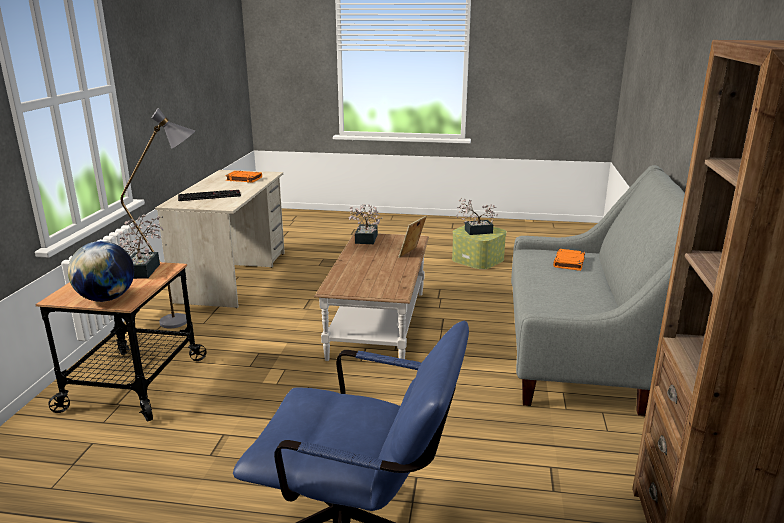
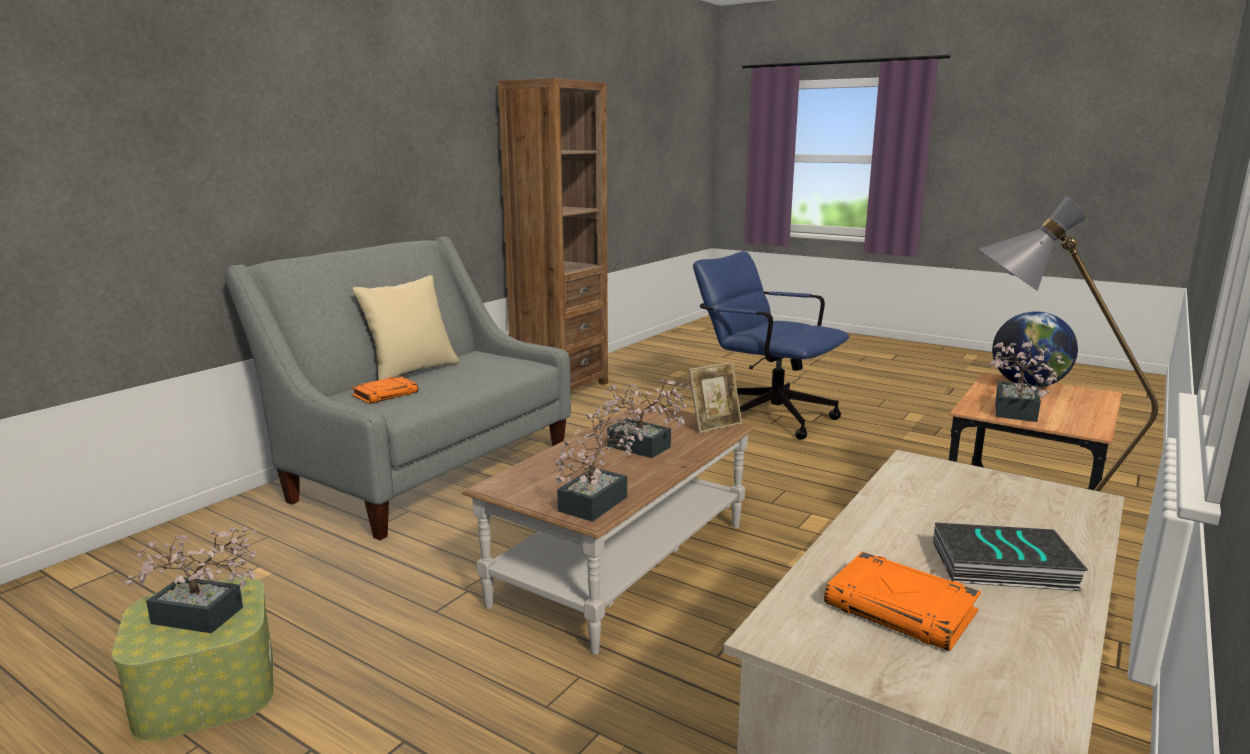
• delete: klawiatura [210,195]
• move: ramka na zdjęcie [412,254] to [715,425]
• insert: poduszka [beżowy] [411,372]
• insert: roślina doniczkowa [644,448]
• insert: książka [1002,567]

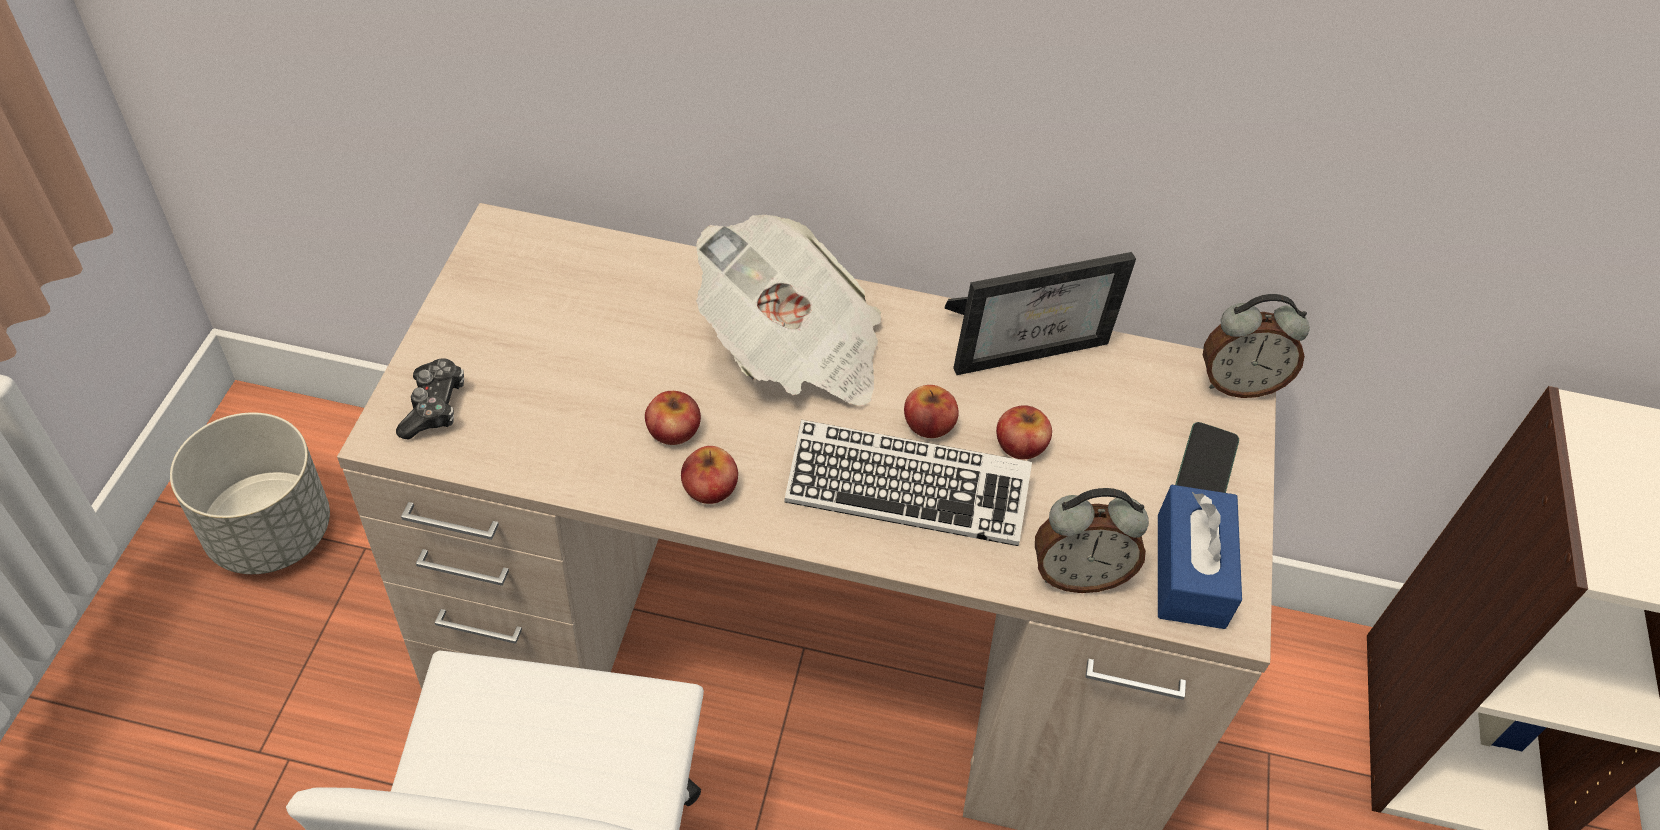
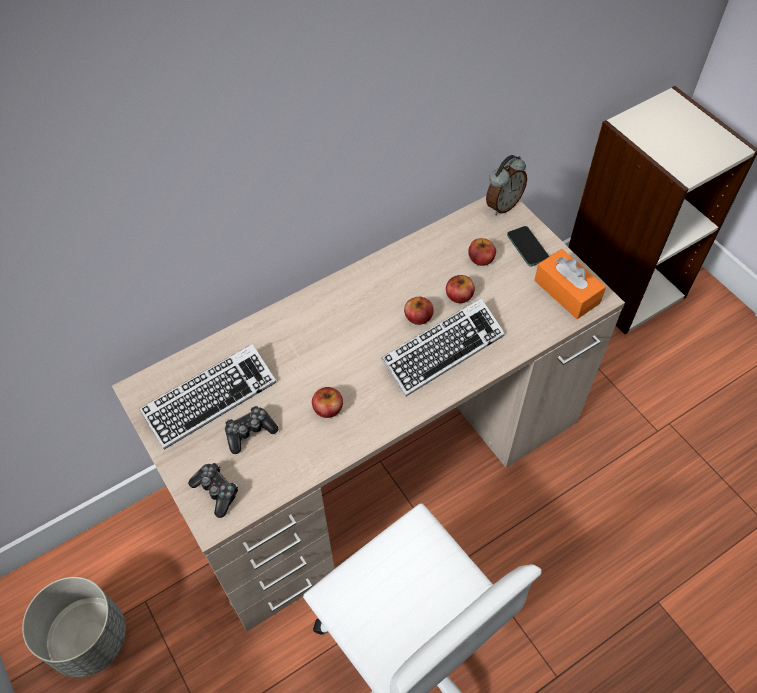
• move: jabłko [709,487] to [481,258]
• delete: gazeta [792,348]
• delete: ramka na zdjęcie [1028,343]
• delete: budzik [1078,575]
• recolor: pudełko chusteczek [niebieski] [1190,570] to pudełko chusteczek [pomarańczowy] [566,292]
• insert: klawiatura [210,399]
• insert: pad do gier [250,432]

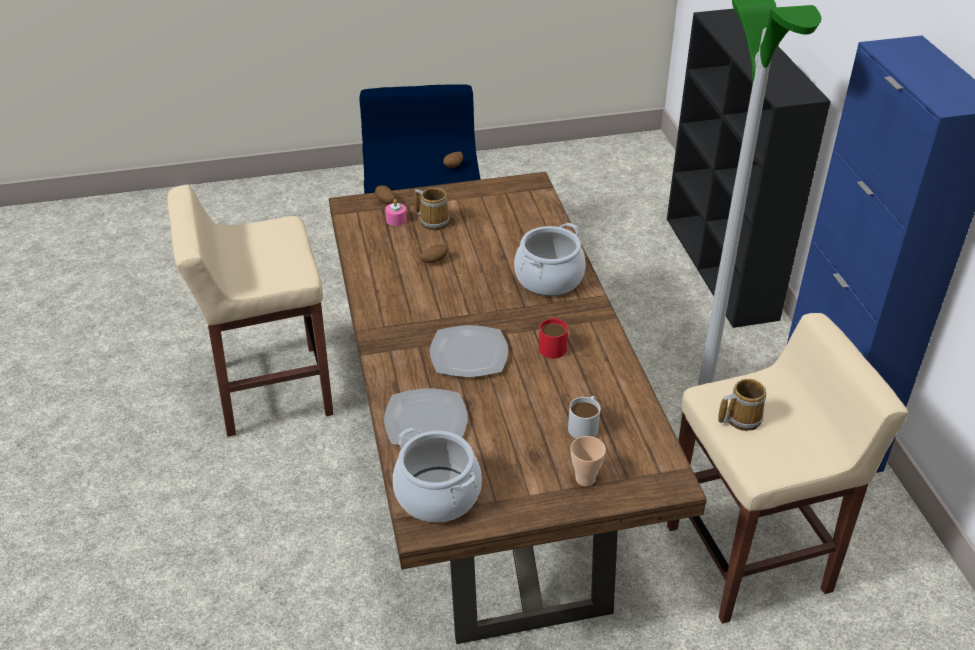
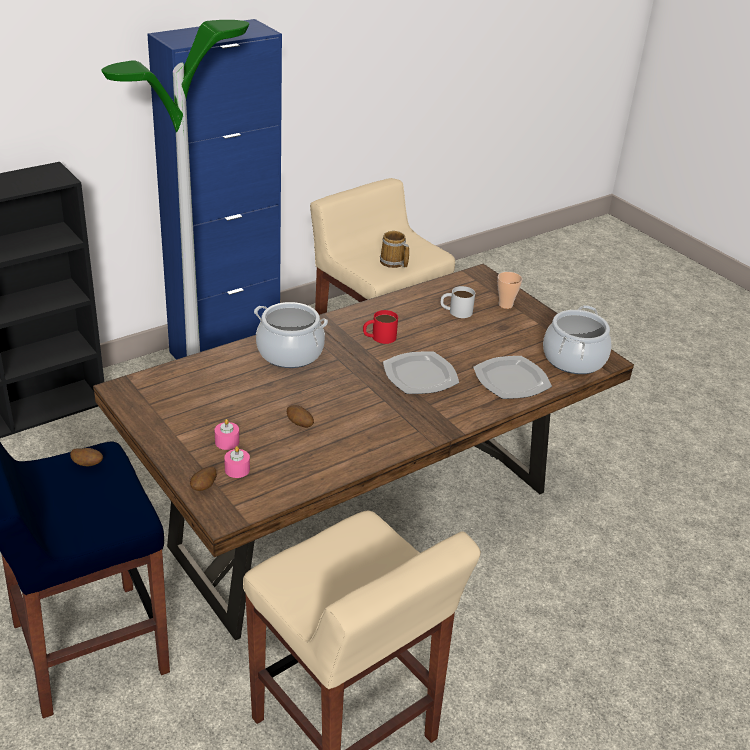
• replace: kubek [433,221] to świeca [różowy] [227,442]

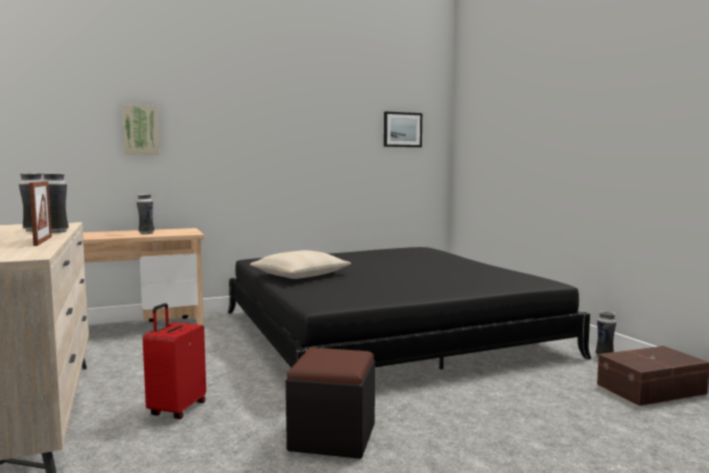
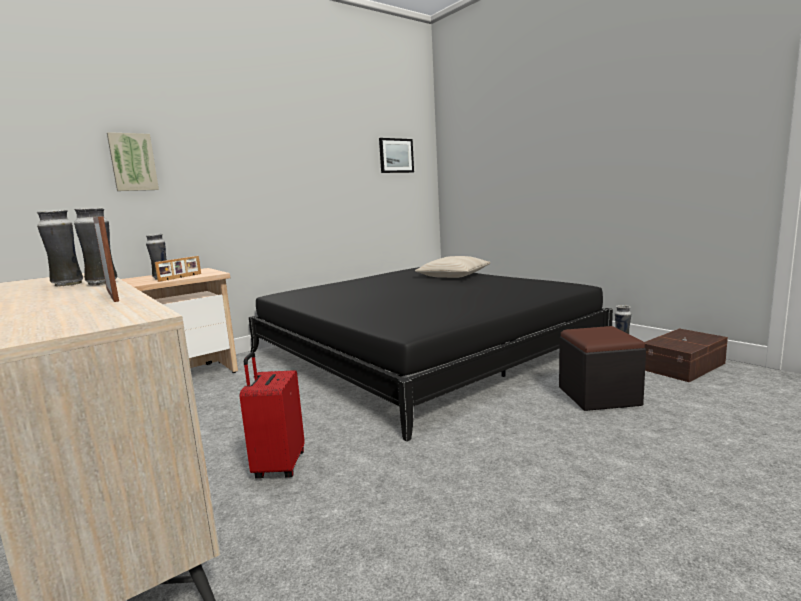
• move: poduszka [beżowy] [300,275] to [453,275]
• move: pufa [czarny] [332,437] to [598,396]
• insert: ramka na zdjęcie [180,277]

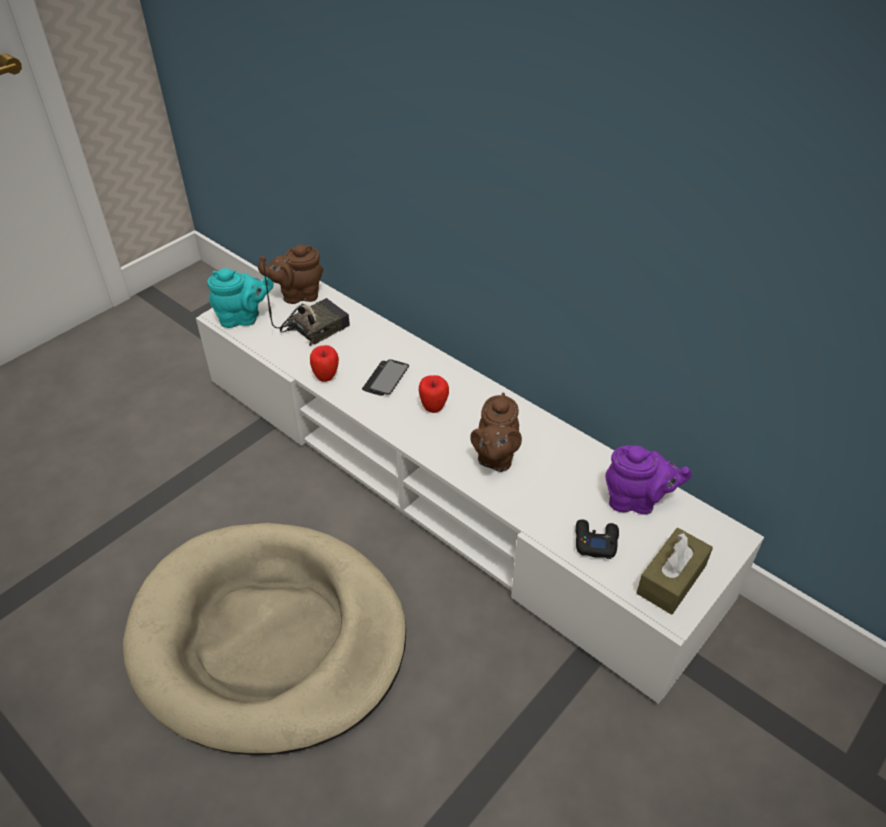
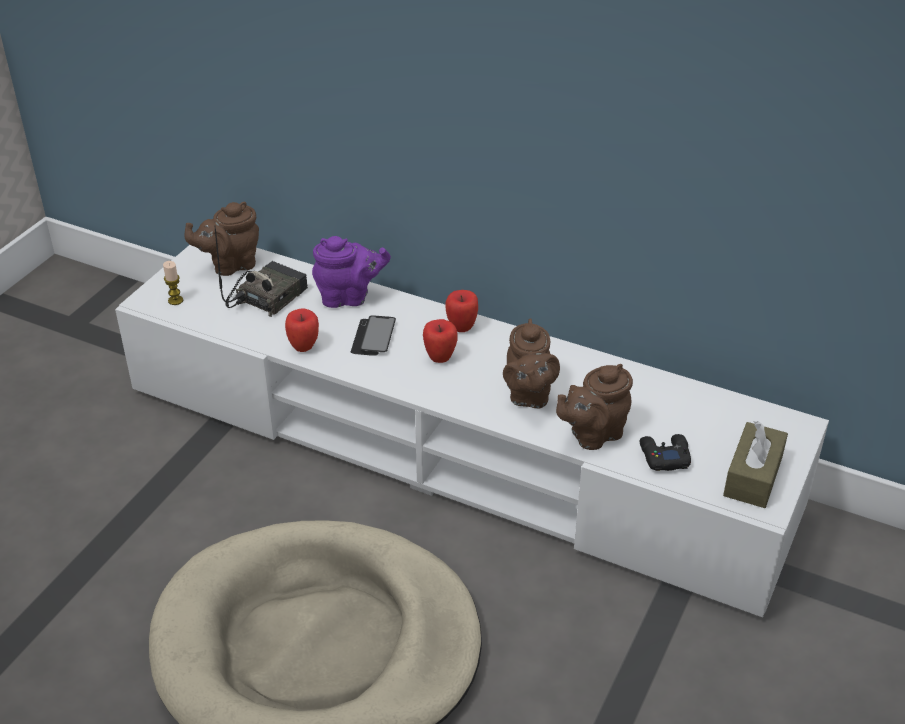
• replace: imbryk [turkusowy] [243,318] to świeca [175,300]
• move: imbryk [fioletowy] [636,501] to [349,297]
• insert: jabłko [461,327]
• insert: imbryk [brązowy] [592,434]

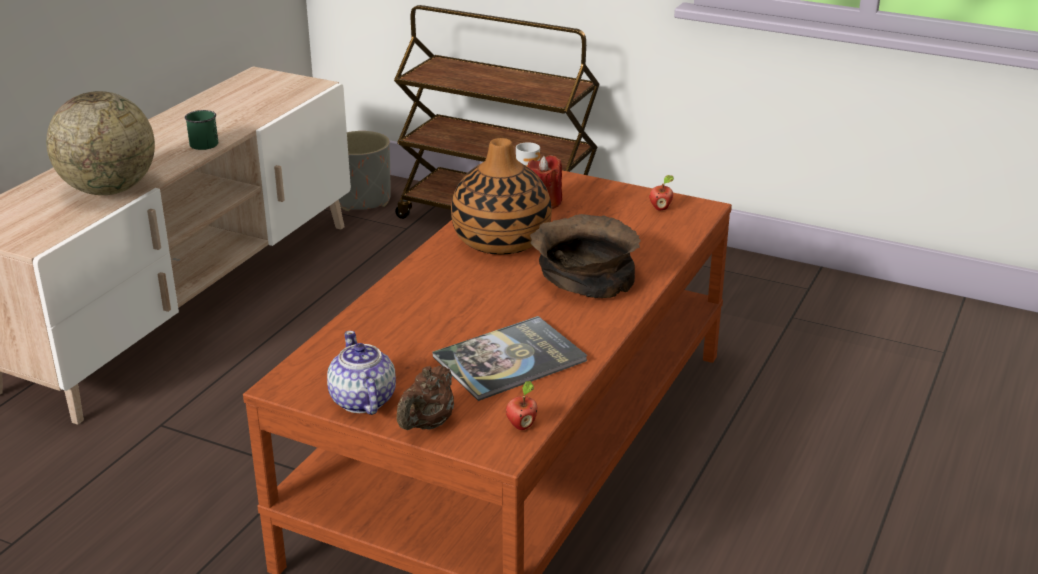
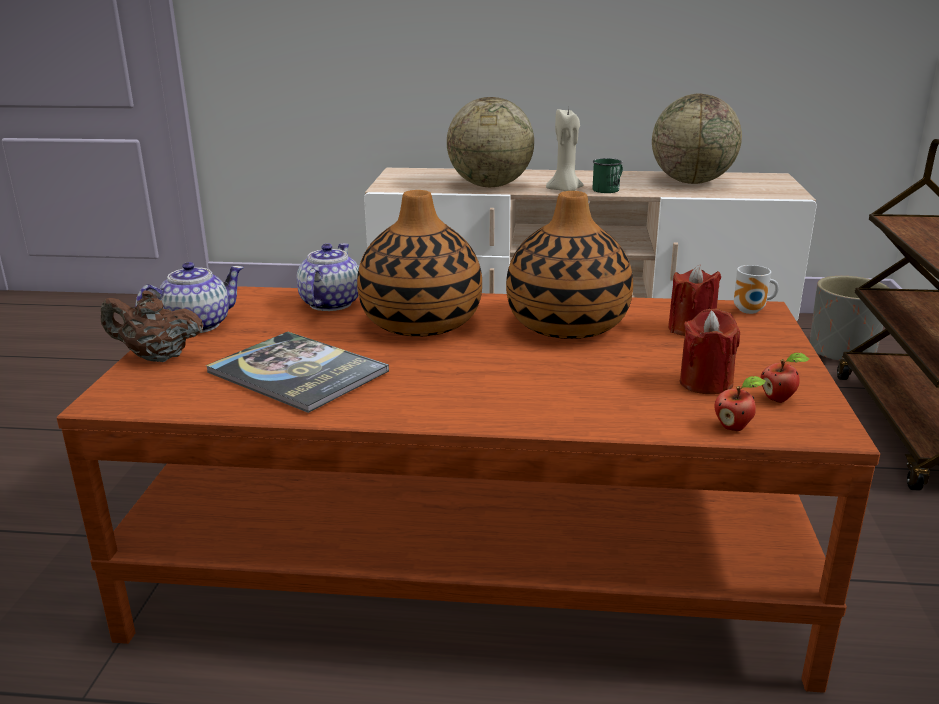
• move: jabłko [521,425] to [734,427]
• delete: miska [brązowy] [585,277]
• insert: imbryk [330,304]
• insert: wazon [420,322]
• insert: świeca [beżowy] [565,190]
• insert: globus [692,182]
• insert: świeca [czerwony] [705,383]

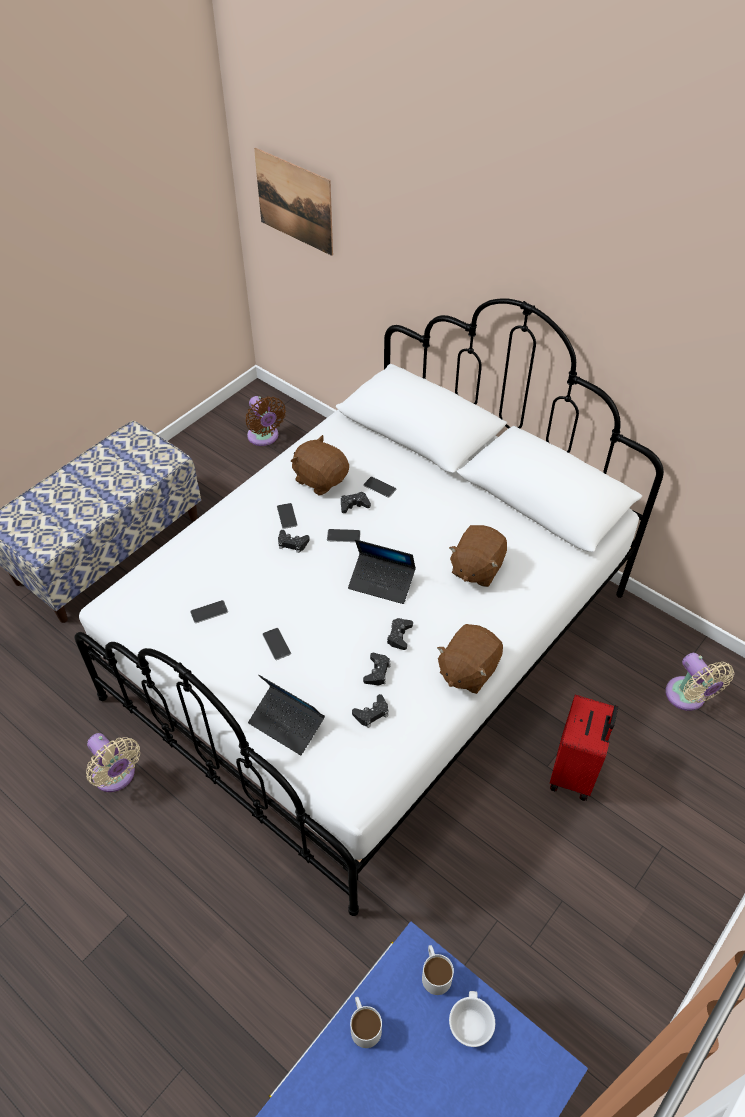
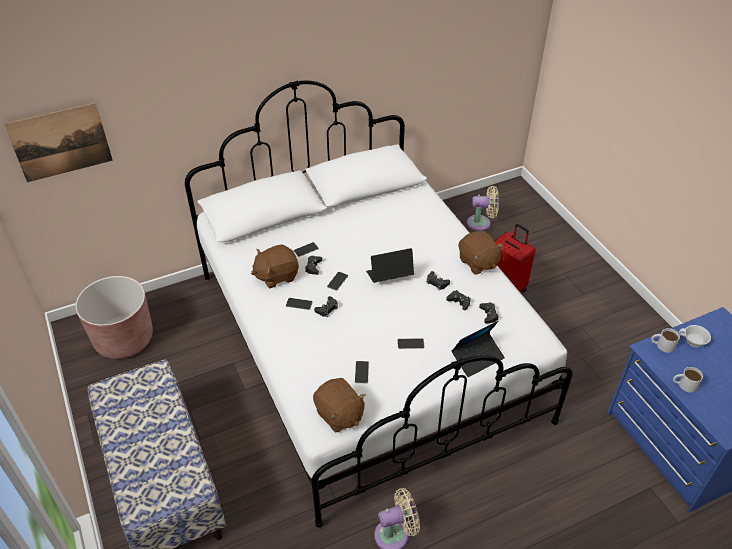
• replace: wentylator [brązowy] [264,437] to donica [brązowy] [124,339]
• rotate: laptop [382,582] = [389,276] 150 degrees counterclockwise
• move: pluszak [brązowy] [476,568] to [339,415]

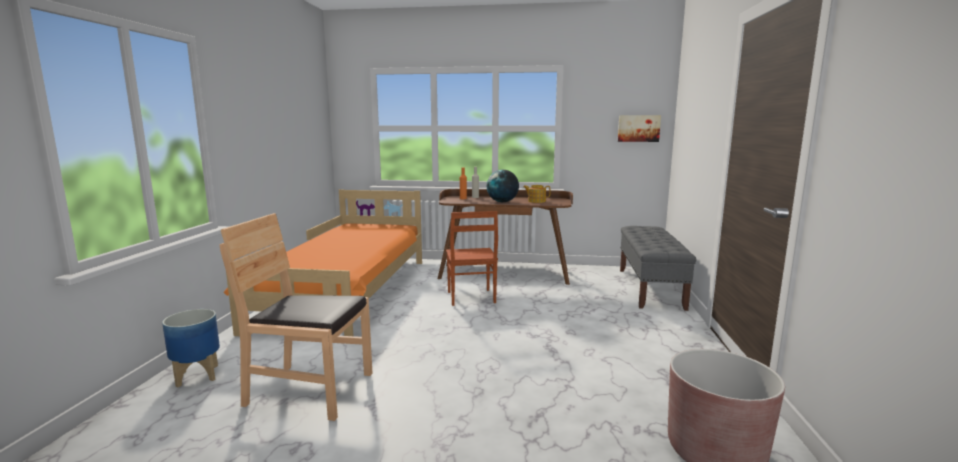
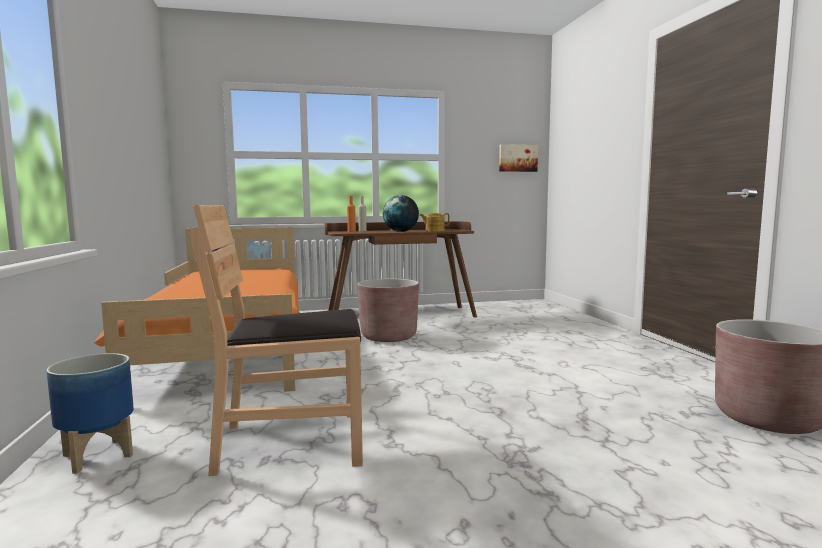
• replace: krzesło [brązowy] [470,298] to donica [brązowy] [388,336]
• delete: ławka [szary] [650,288]

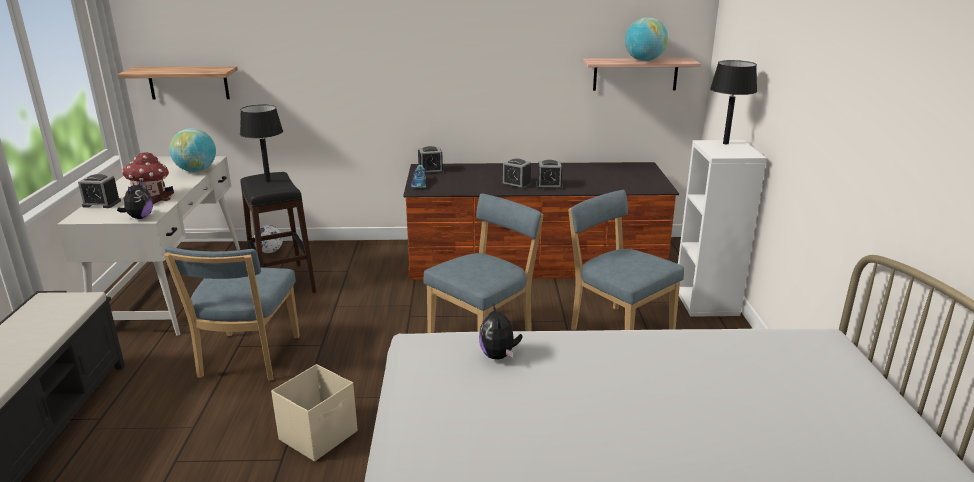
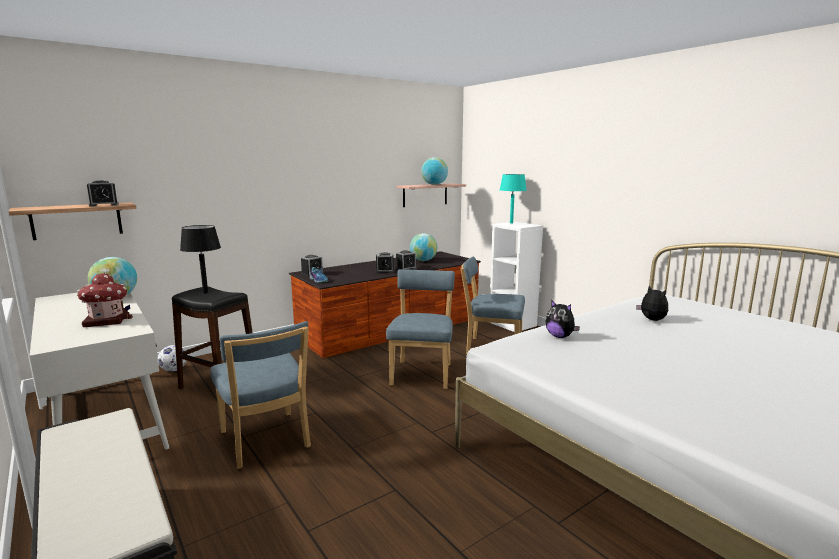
• move: budzik [102,203] to [104,205]
• move: pluszak [140,217] to [651,320]
• delete: pojemnik do przechowywania [beżowy] [319,435]
• recolor: lampa stołowa [czarny] [725,143] to lampa stołowa [turkusowy] [511,223]
• insert: globus [423,260]

